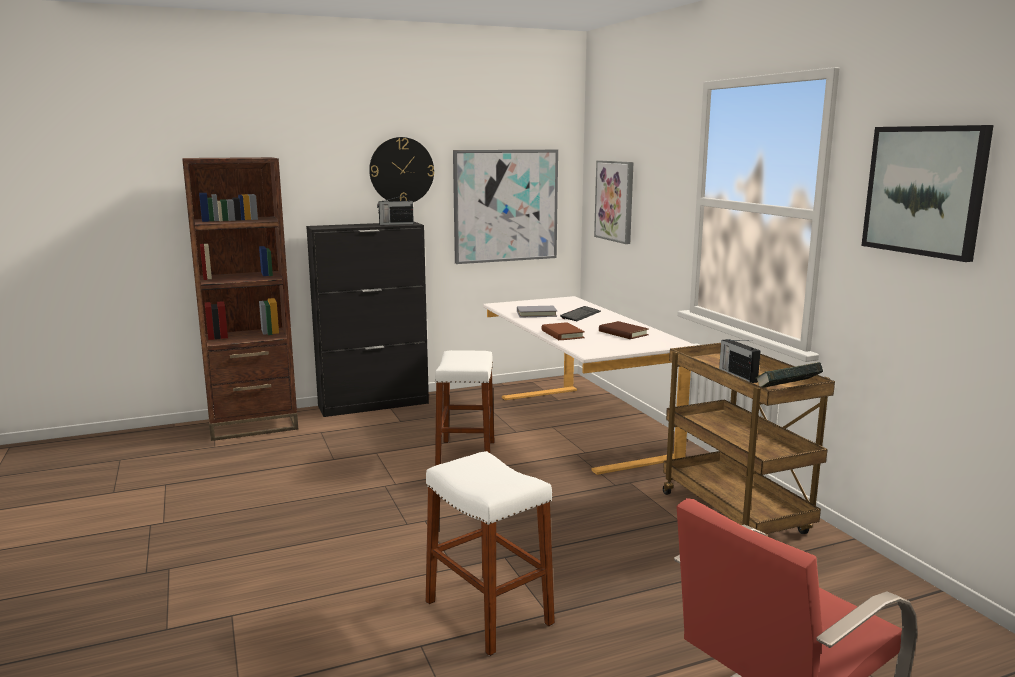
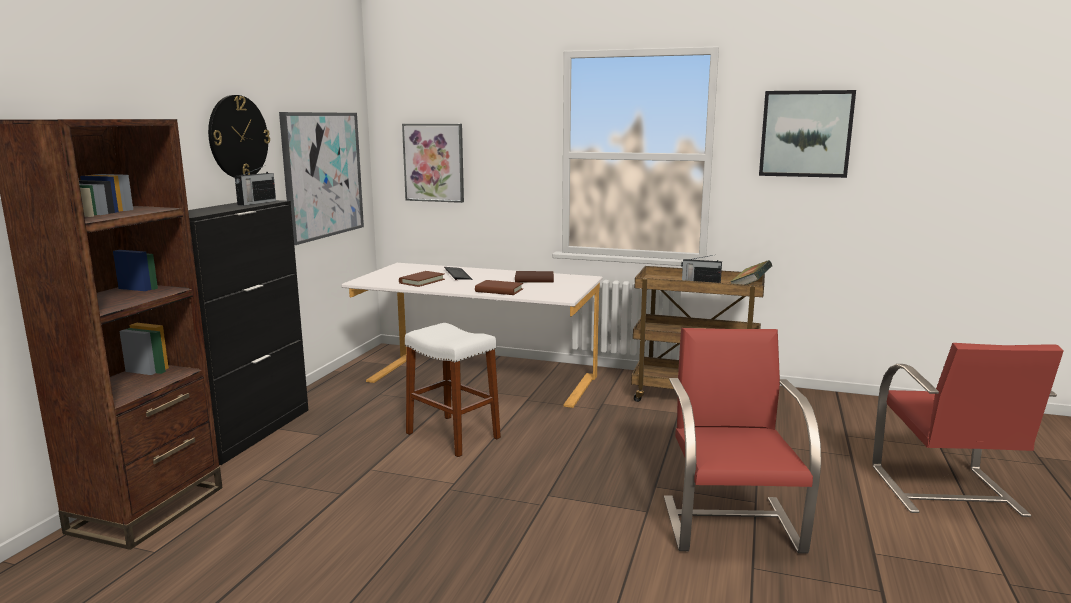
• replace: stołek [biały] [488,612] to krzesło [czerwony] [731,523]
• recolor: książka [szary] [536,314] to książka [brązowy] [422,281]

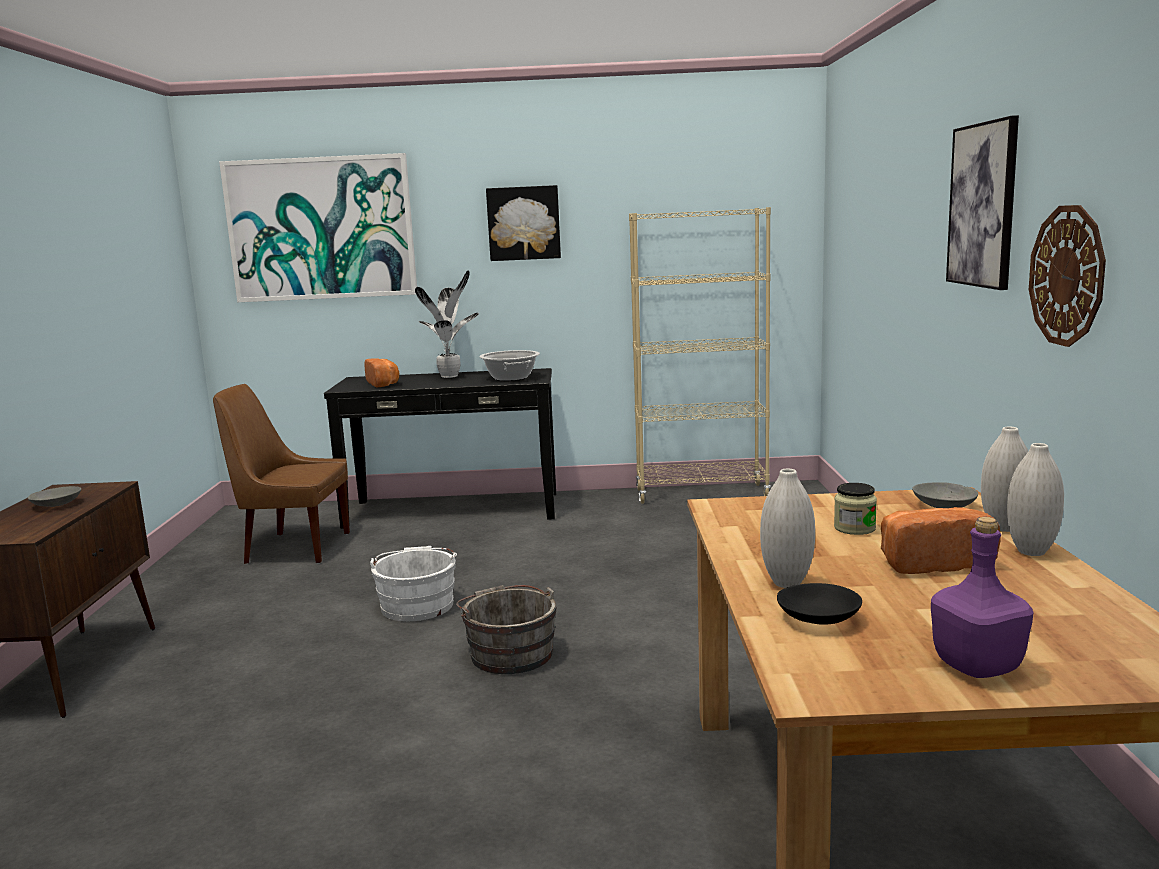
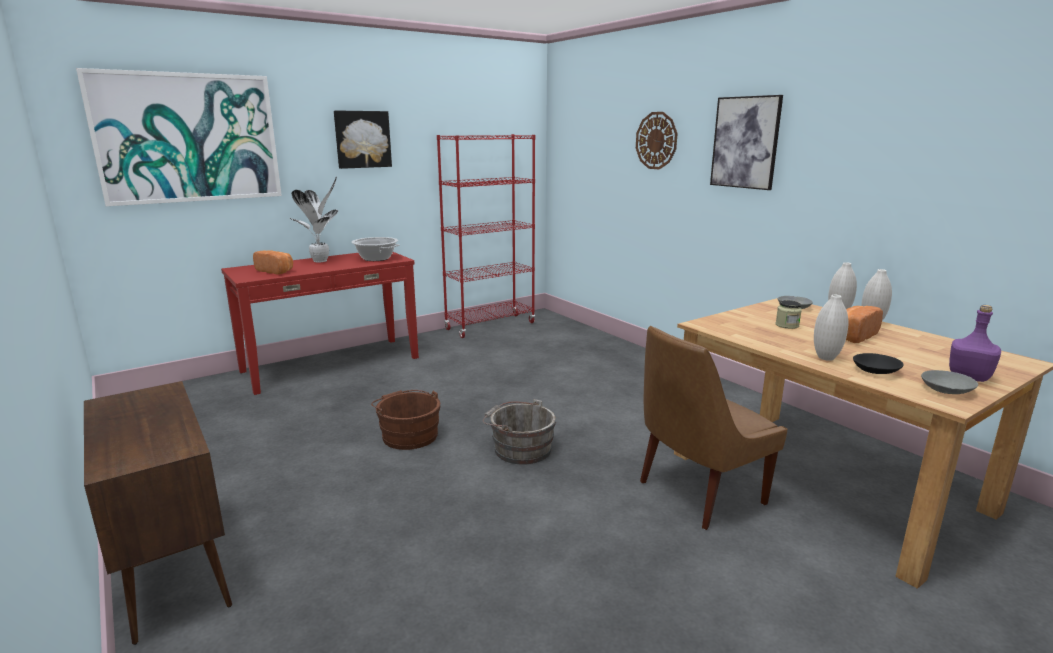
• move: miska [szary] [56,504] to [946,390]
• move: krzesło [brązowy] [294,548] to [697,494]
• recolor: stolik konsolowy [czarny] [453,509] to stolik konsolowy [czerwony] [331,364]
• recolor: wiadro [biały] [417,604] to wiadro [brązowy] [408,435]
• recolor: regał [beżowy] [701,494] to regał [czerwony] [490,326]
• move: zegar ścienny [1067,275] to [656,140]

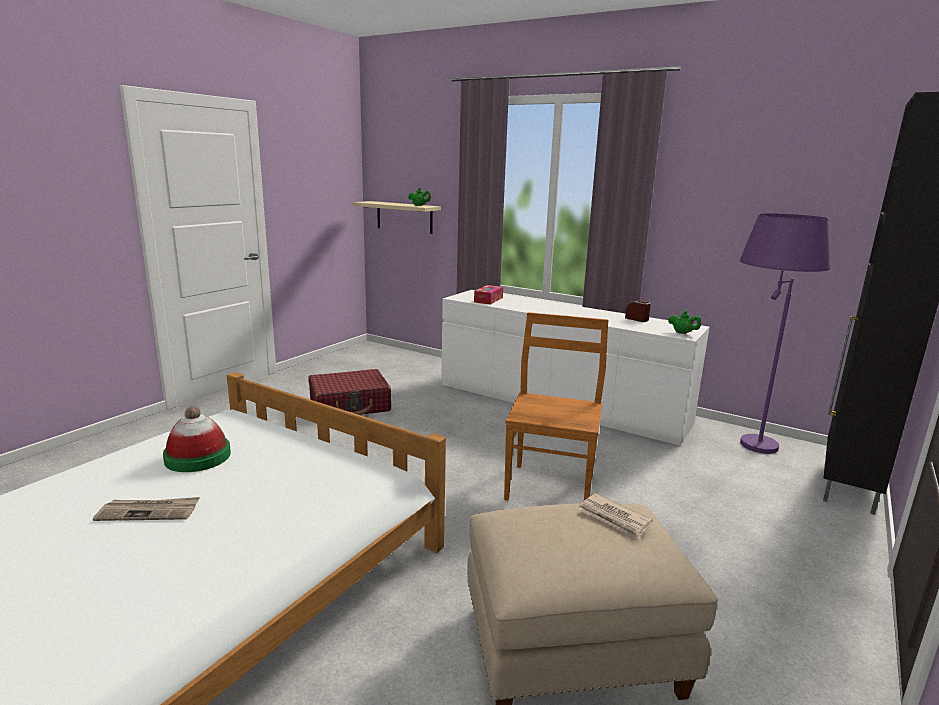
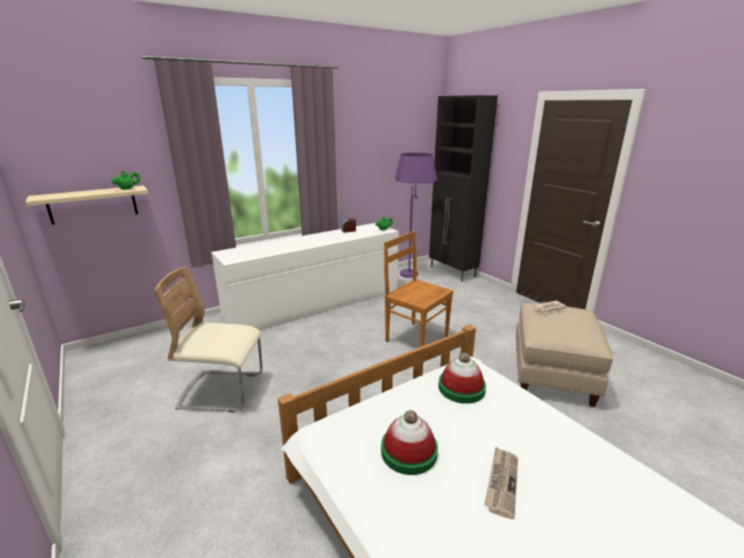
• replace: walizka [czerwony] [350,405] to krzesło [beżowy] [222,391]
• delete: pudełko chusteczek [488,300]
• insert: kapelusz [461,388]

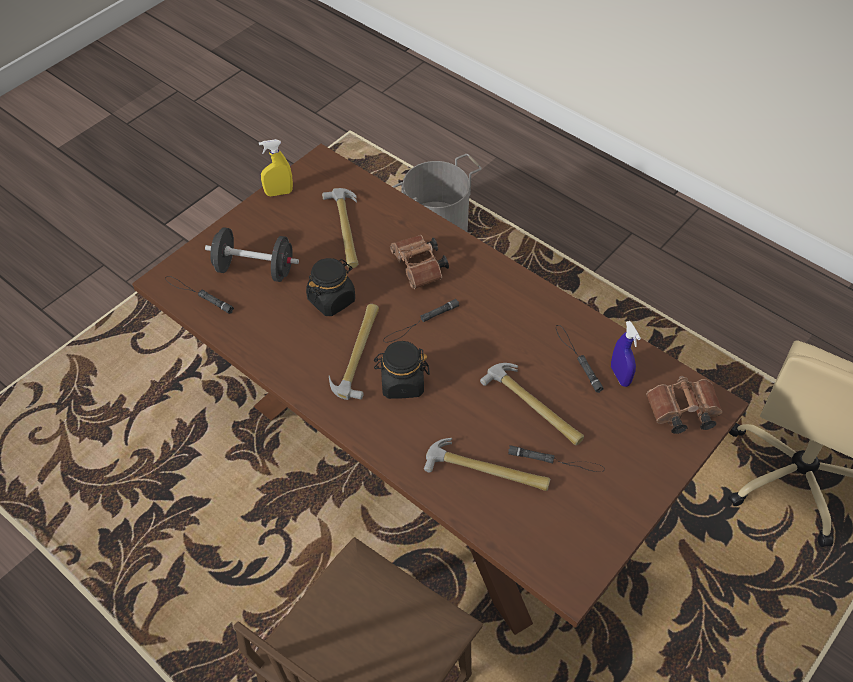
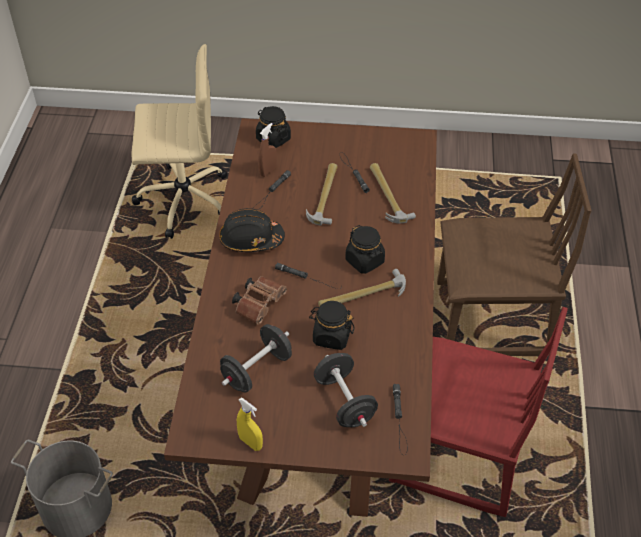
• replace: młotek [345,230] to hantel [czarny] [257,370]
• recolor: spryskiwacz [niebieski] [620,376] to spryskiwacz [brązowy] [268,171]
• replace: lornetka [brązowy] [680,413] to słoik [czarny] [273,139]
• insert: kask [czarny] [251,239]
• insert: krzesło [czerwony] [459,456]

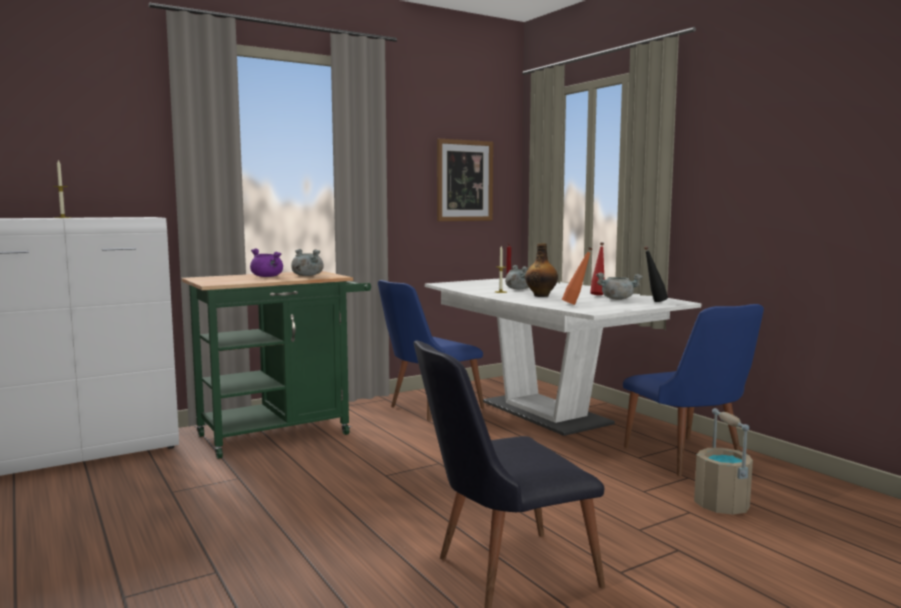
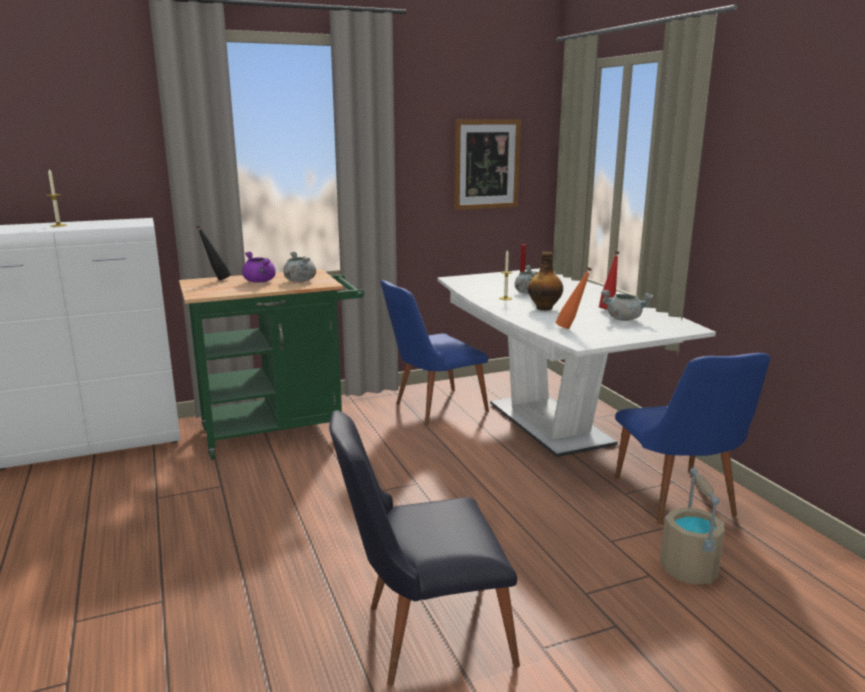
• move: butelka [czarny] [654,302] to [216,280]

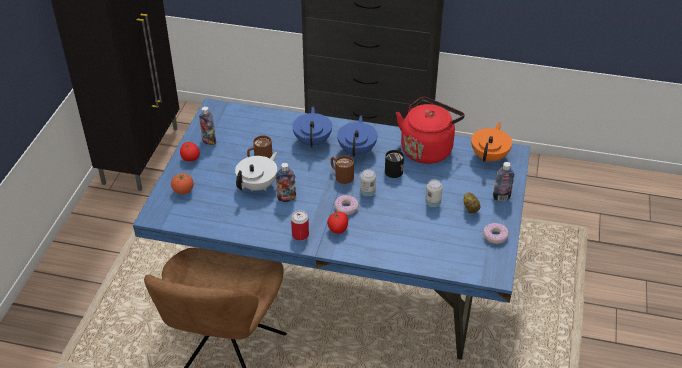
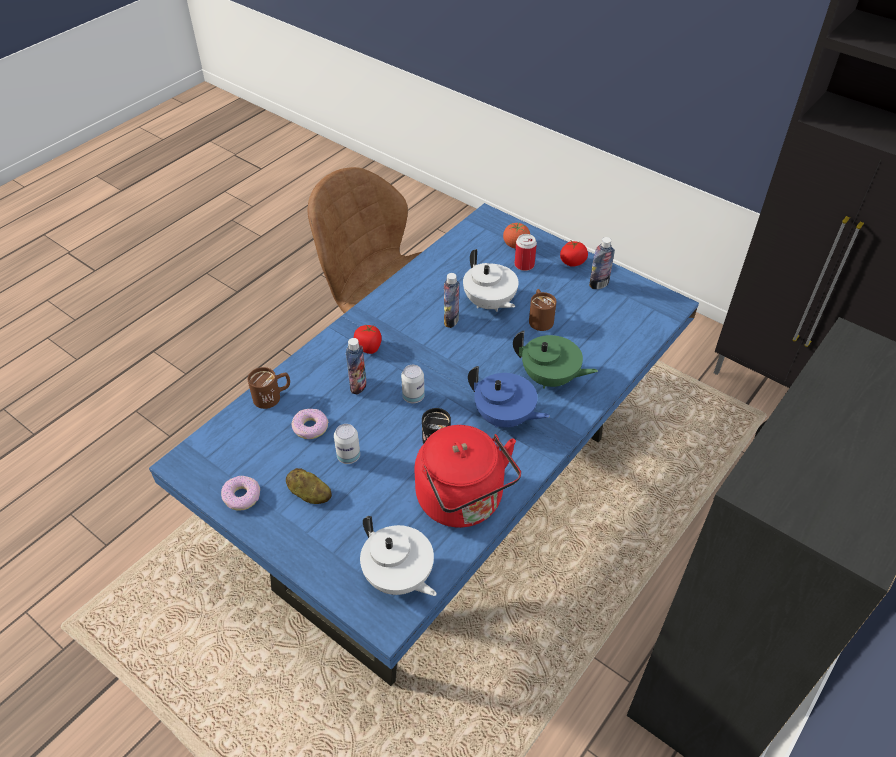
• move: puszka [300,235] to [524,265]
• recolor: imbryk [niebieski] [313,141] to imbryk [zielony] [550,378]
• move: kubek [brązowy] [341,176] to [272,396]
• move: donut [346,208] to [310,428]
• recolor: imbryk [pomarańczowy] [489,156] to imbryk [biały] [398,577]
• move: butelka [501,197] to [358,386]

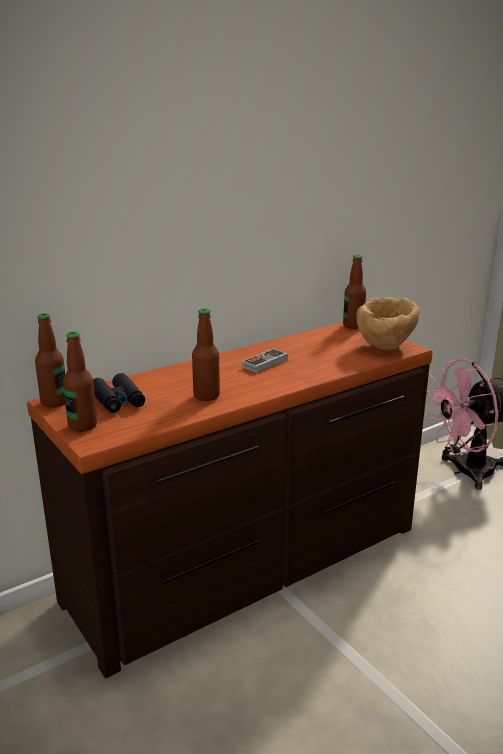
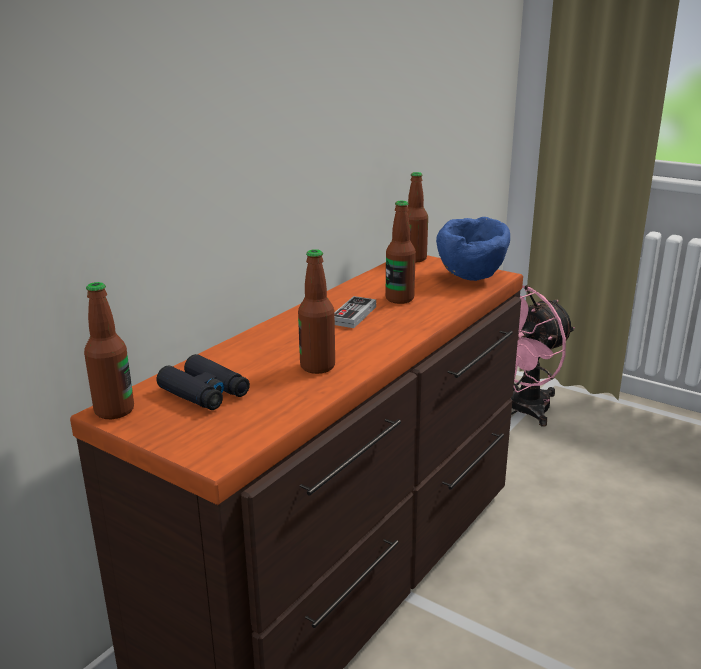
• move: butelka [82,425] to [399,299]
• recolor: miska [brązowy] [385,347] to miska [niebieski] [472,278]

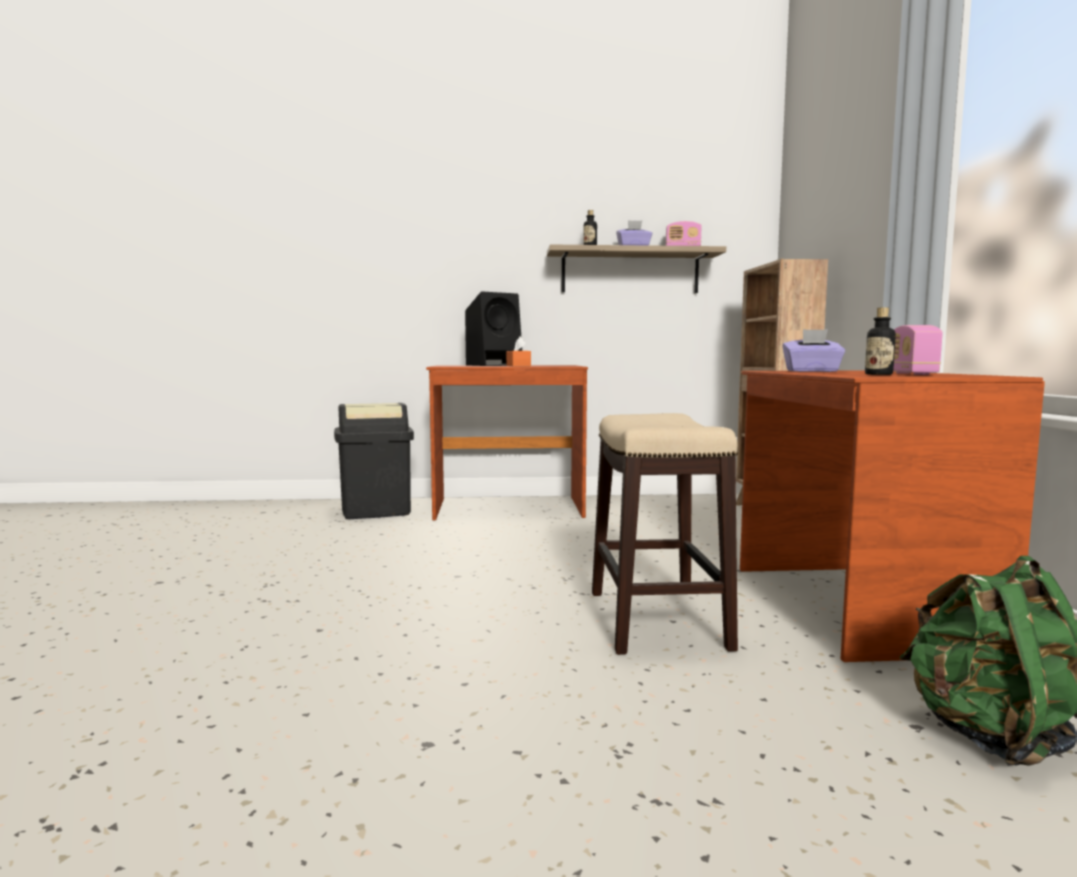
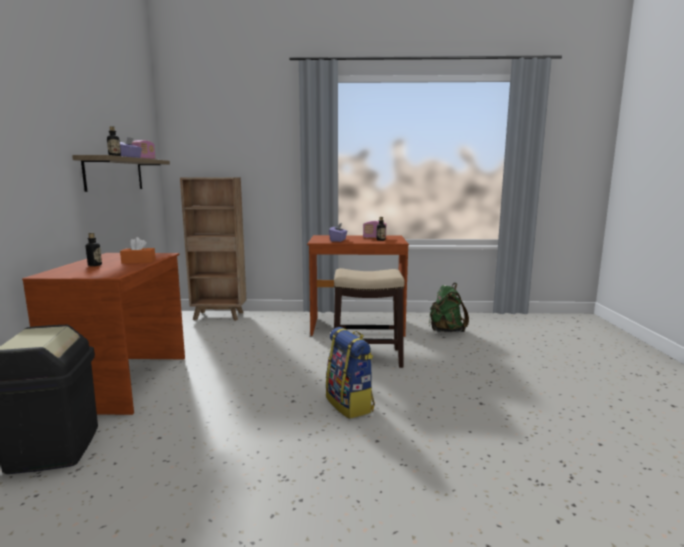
• replace: głośnik [czarny] [495,365] to butelka [95,265]
• insert: plecak [350,404]

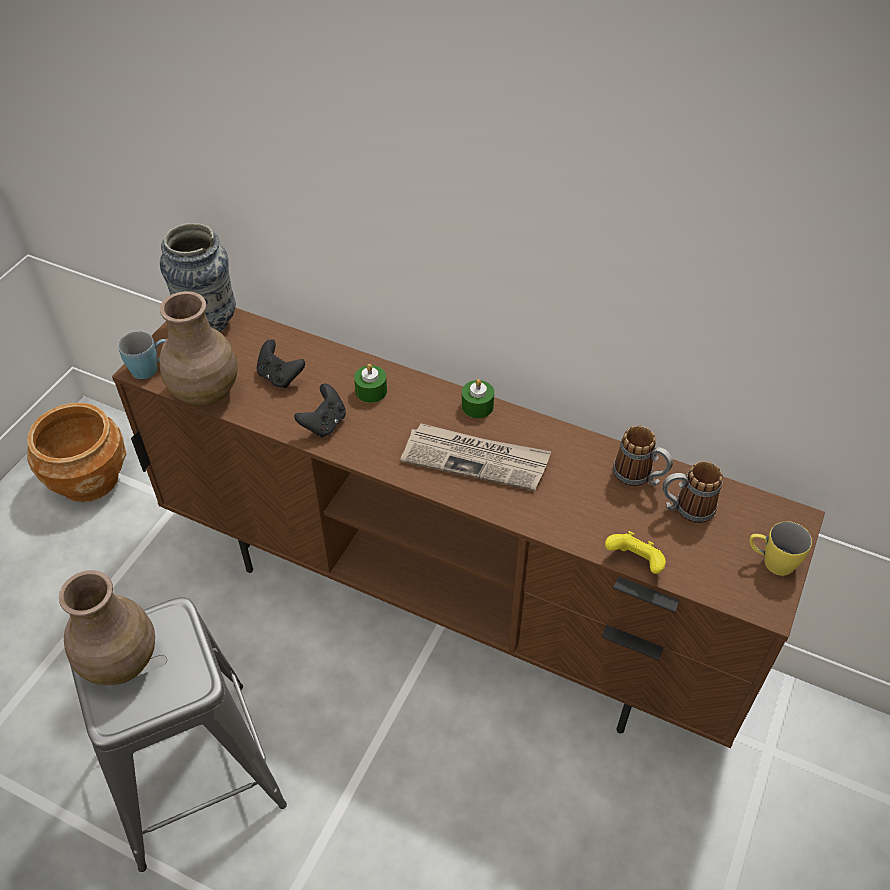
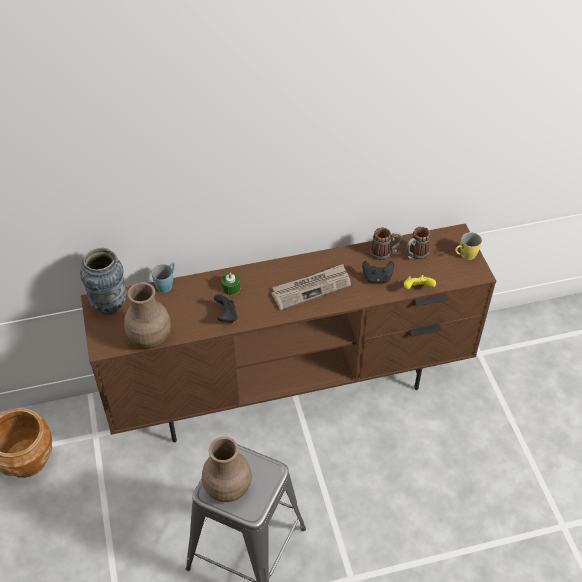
• move: kubek [niebieski] [151,368] to [166,284]
• move: pad do gier [czarny] [280,377] to [377,278]
• delete: świeca [zielony] [477,406]

